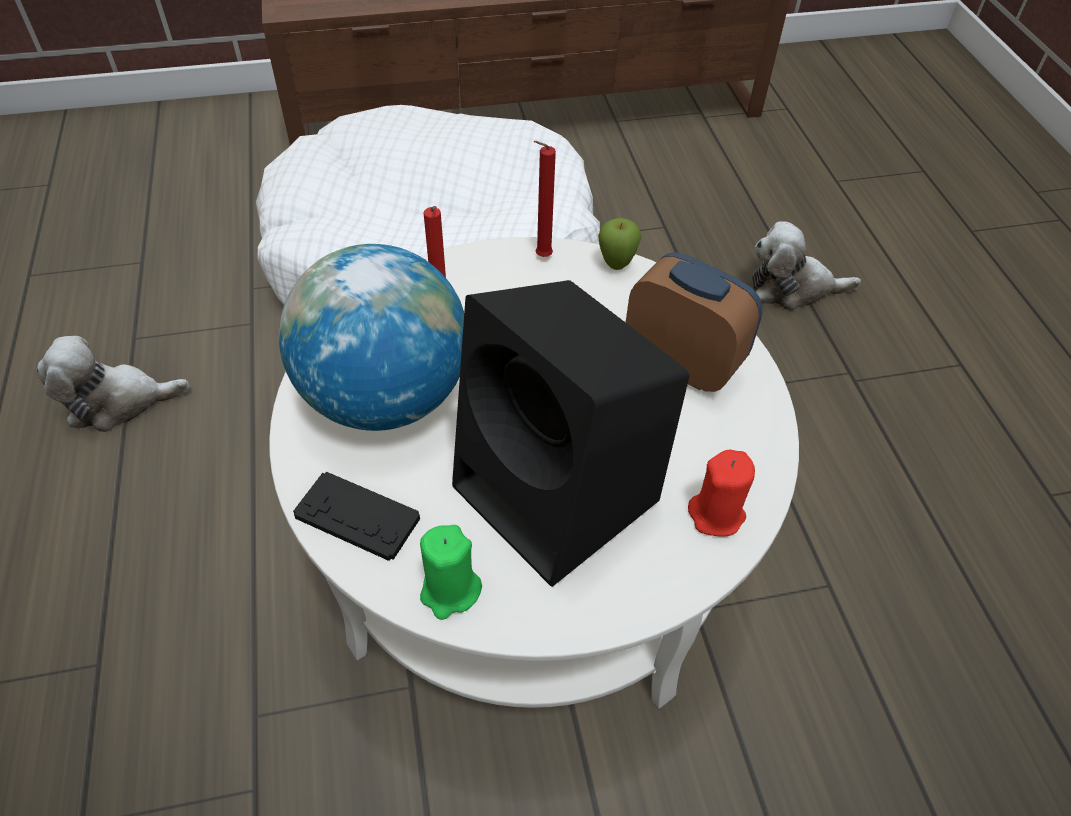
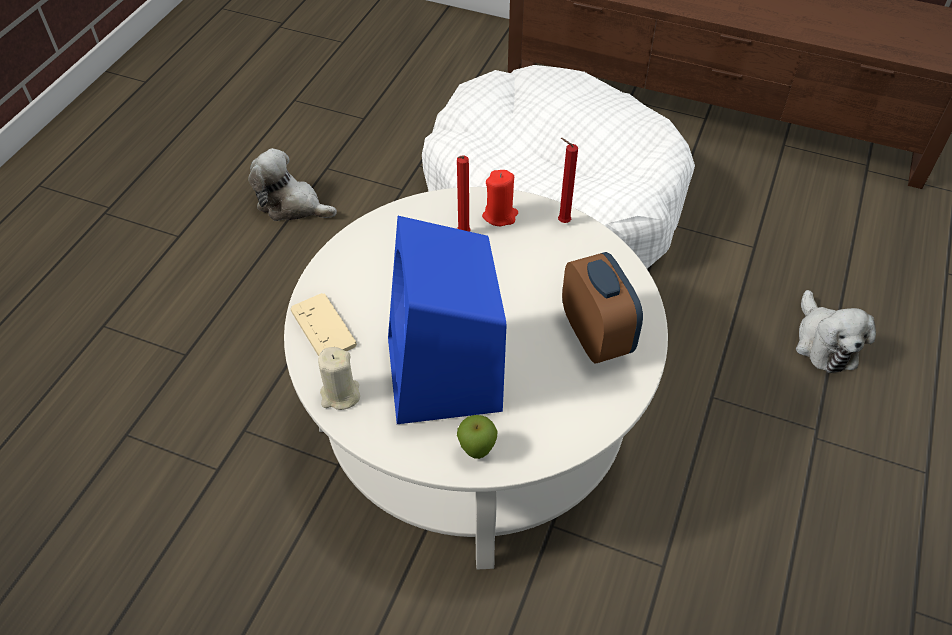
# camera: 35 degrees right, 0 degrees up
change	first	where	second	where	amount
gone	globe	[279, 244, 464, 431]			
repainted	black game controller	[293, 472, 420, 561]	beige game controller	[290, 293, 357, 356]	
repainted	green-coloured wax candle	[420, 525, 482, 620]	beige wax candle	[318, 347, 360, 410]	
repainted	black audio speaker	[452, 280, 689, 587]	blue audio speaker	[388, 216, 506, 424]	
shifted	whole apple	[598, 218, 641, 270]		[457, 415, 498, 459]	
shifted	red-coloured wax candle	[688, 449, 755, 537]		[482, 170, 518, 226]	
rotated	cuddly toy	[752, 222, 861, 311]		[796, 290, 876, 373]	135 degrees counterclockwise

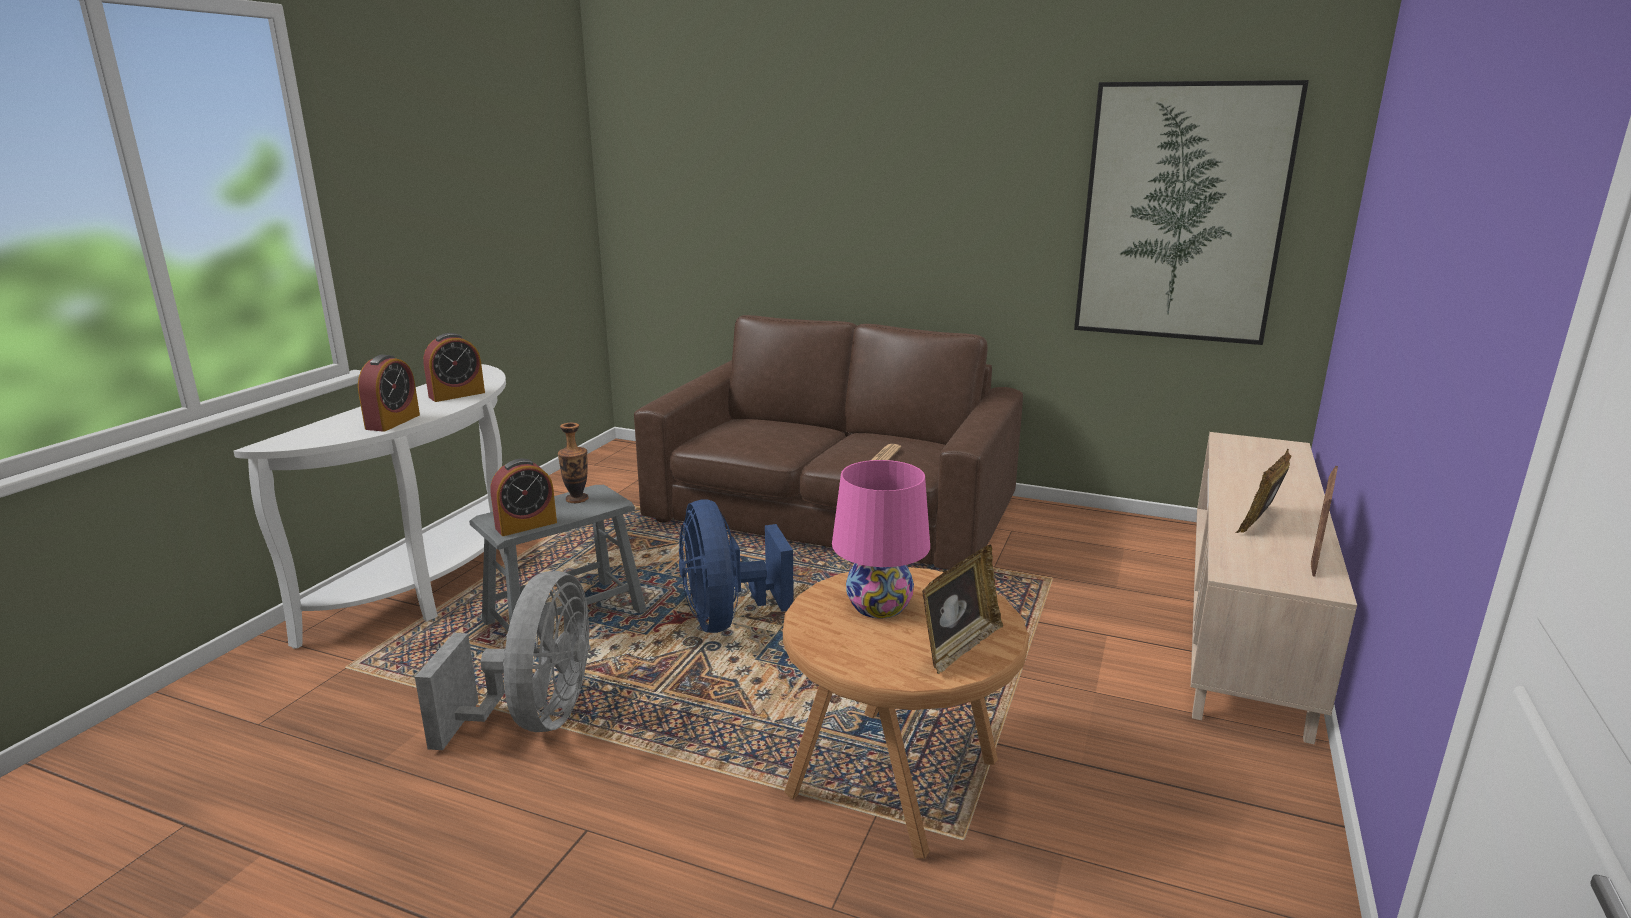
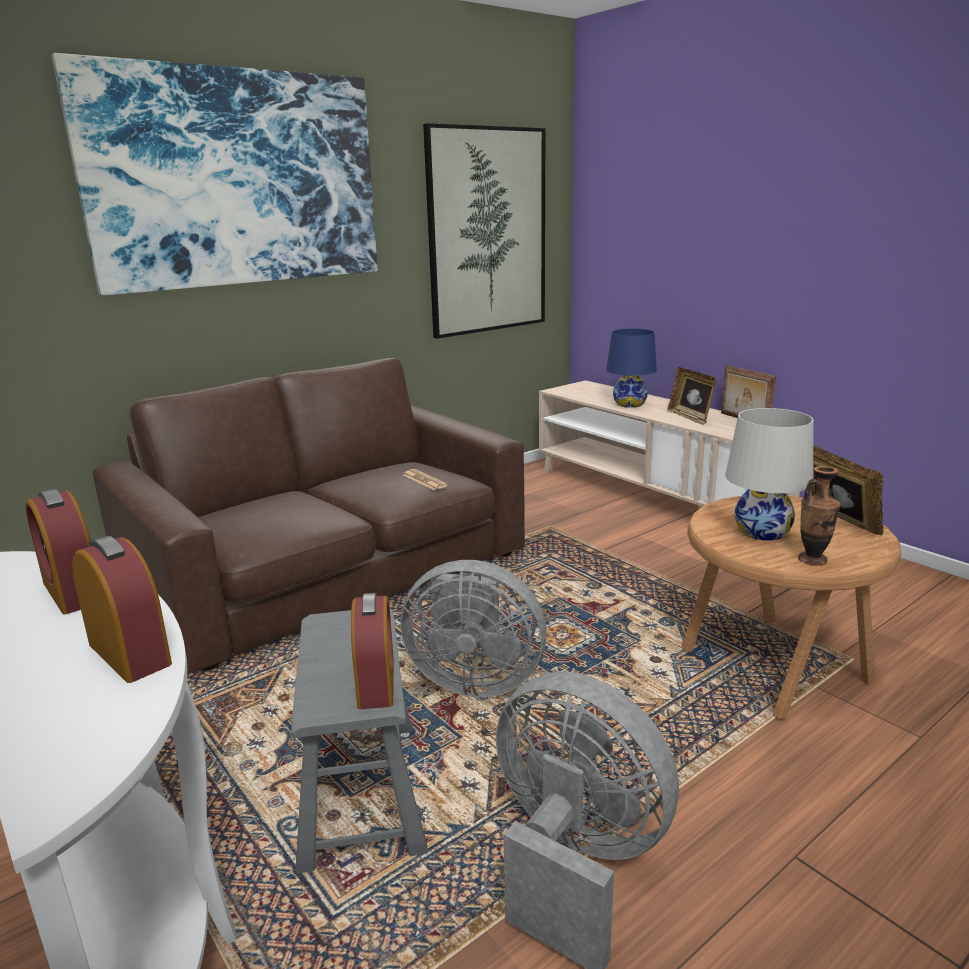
# camera: 60 degrees left, 0 degrees up
change	first	where	second	where	amount
rotated	bedside clock	[423, 333, 485, 402]		[26, 489, 91, 614]	150 degrees clockwise
shifted	vase	[558, 423, 589, 503]		[798, 466, 841, 566]	
repainted	blue cooling fan	[679, 499, 794, 633]	grey cooling fan	[401, 560, 547, 697]	
repainted	pinkish table lamp	[832, 460, 930, 618]	white table lamp	[725, 408, 814, 541]	
new			wall art	[52, 53, 378, 295]	
new			blue table lamp	[606, 329, 657, 408]	

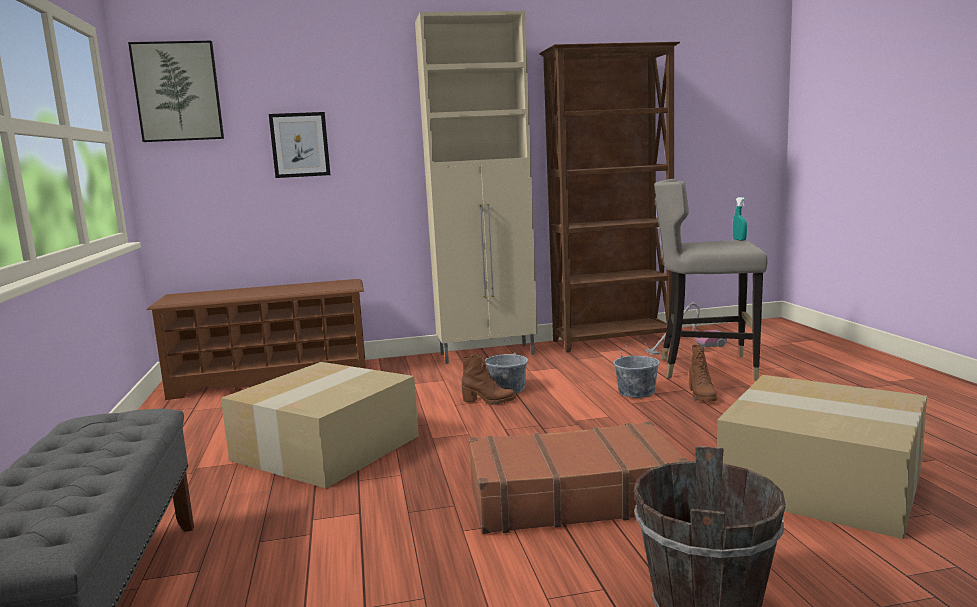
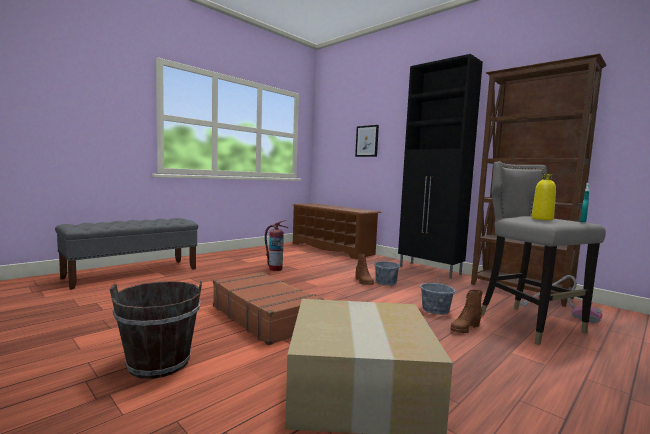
# camera: 55 degrees right, 5 degrees down
change	first	where	second	where	amount
gone	wall art	[128, 41, 224, 142]			
swapped	packing box	[221, 362, 419, 488]	fire extinguisher	[265, 220, 288, 271]	
repainted	beige cupboard	[415, 11, 538, 364]	black cupboard	[398, 54, 483, 279]	
new			yellowish drink bottle	[531, 174, 556, 220]	

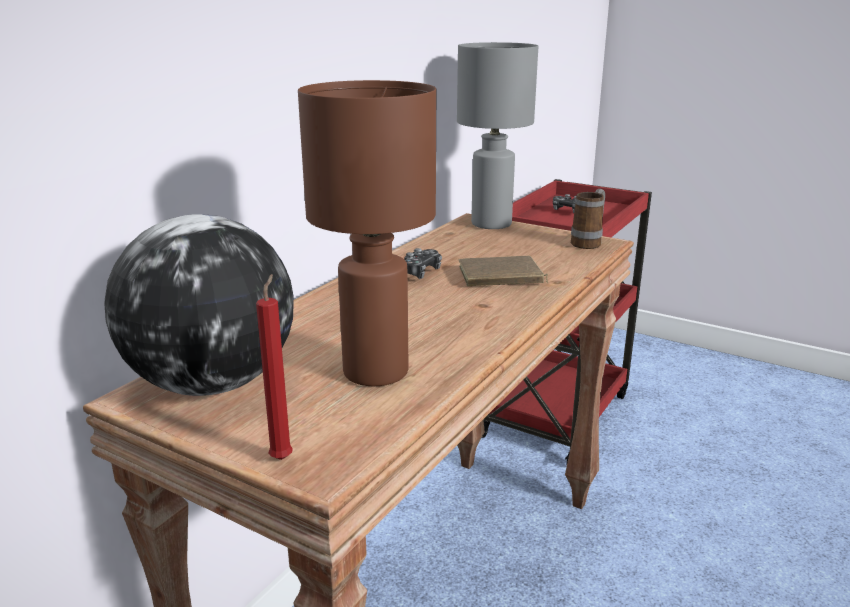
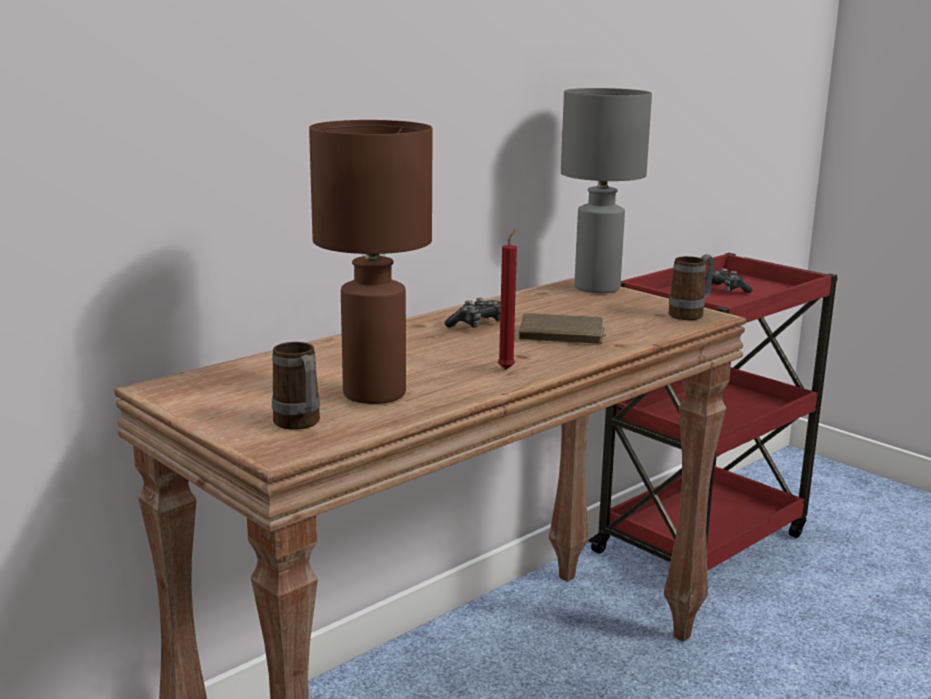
# camera: 15 degrees right, 5 degrees down
change	first	where	second	where	amount
gone	globe	[104, 214, 294, 396]			
shifted	red-coloured wax candle	[256, 274, 293, 460]		[497, 229, 517, 370]	
new			mug	[272, 342, 320, 430]	

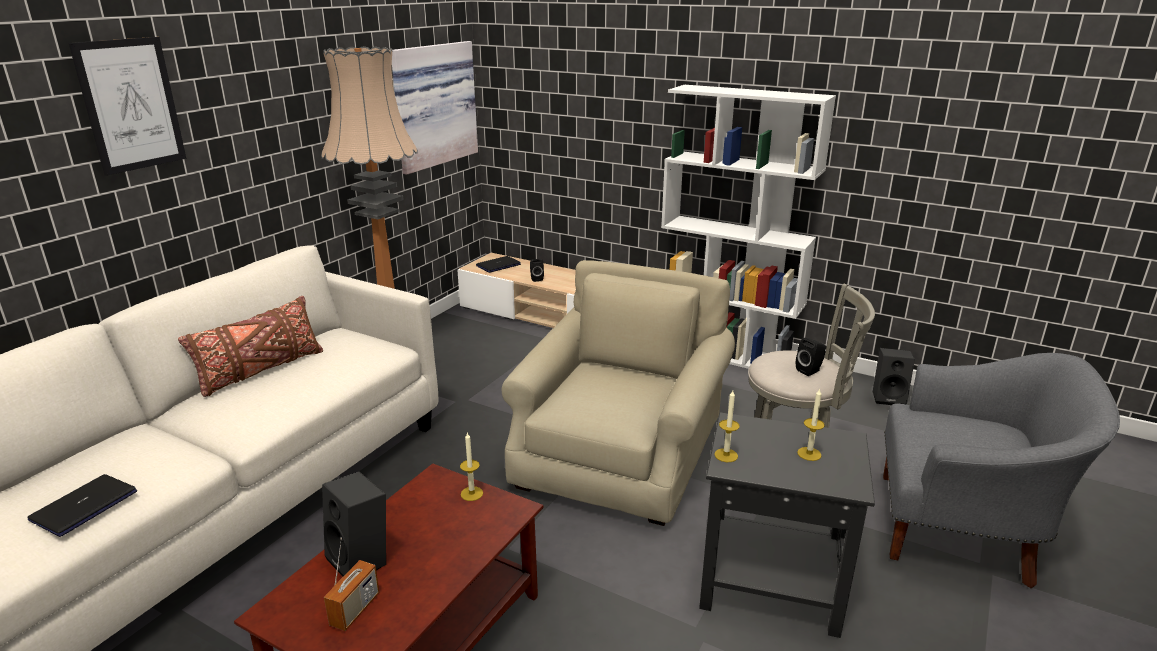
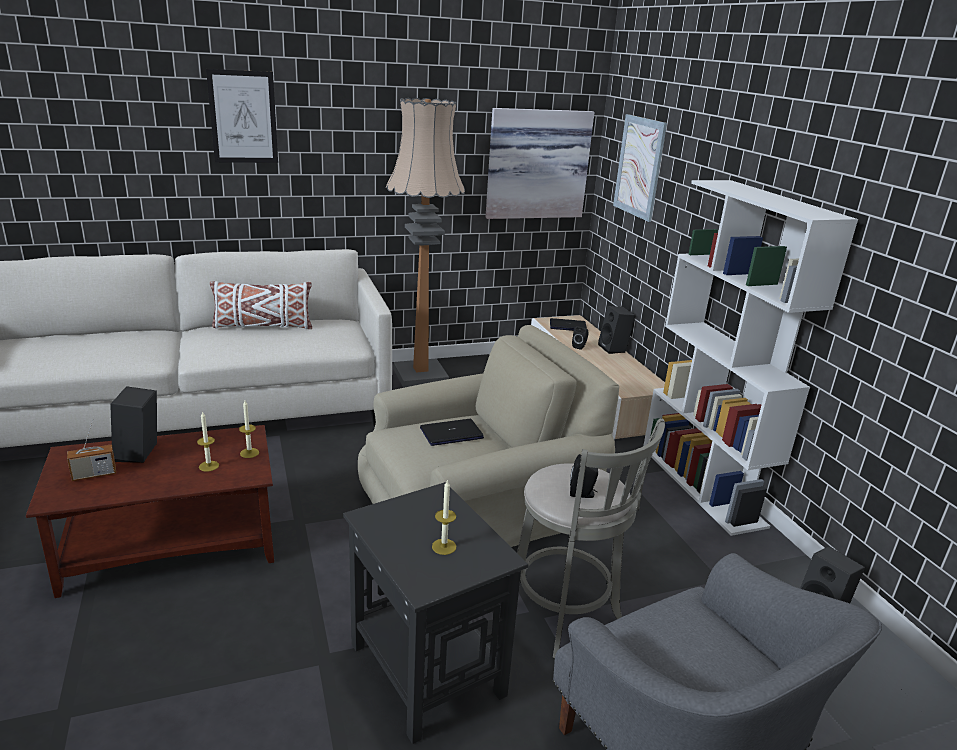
# camera: 40 degrees right, 0 degrees up
change	first	where	second	where	amount
shifted	laptop	[28, 474, 137, 537]		[420, 419, 484, 446]	
repainted	brown pillow	[178, 296, 323, 397]	white pillow	[210, 281, 312, 329]	
shifted	wax candle	[714, 390, 740, 462]		[197, 411, 219, 472]	
new			black audio speaker	[598, 306, 636, 354]	
new			wall art	[613, 114, 667, 222]	

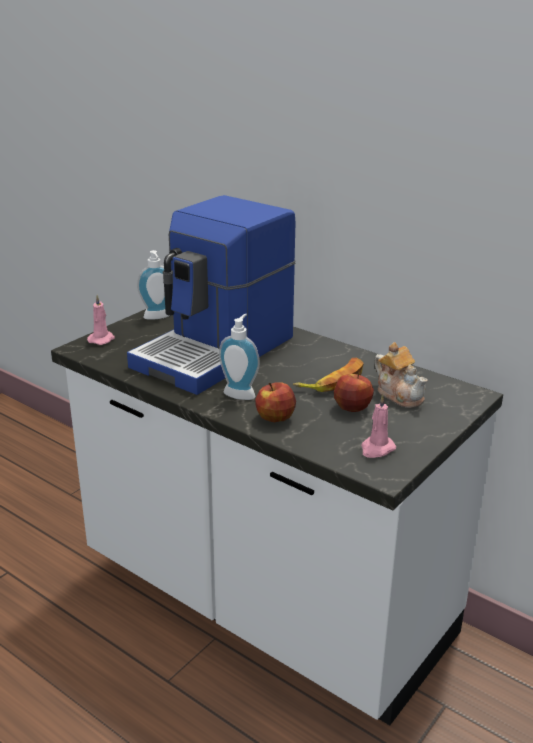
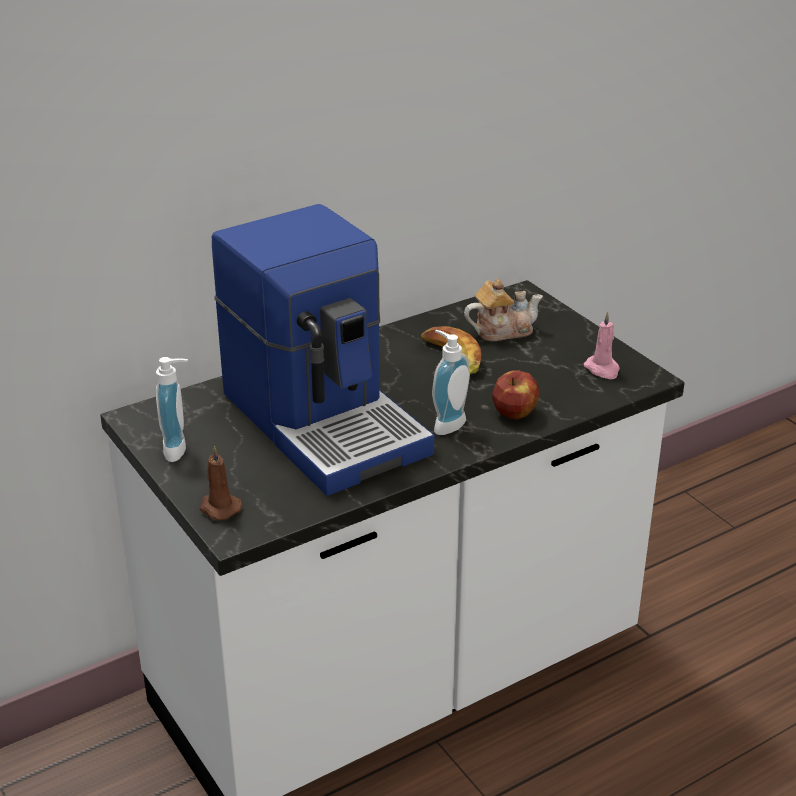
# camera: 70 degrees left, 5 degrees up
change	first	where	second	where	amount
repainted	pinkish wax candle	[87, 295, 115, 345]	brown wax candle	[200, 446, 242, 520]	
gone	whole apple	[334, 372, 374, 412]			

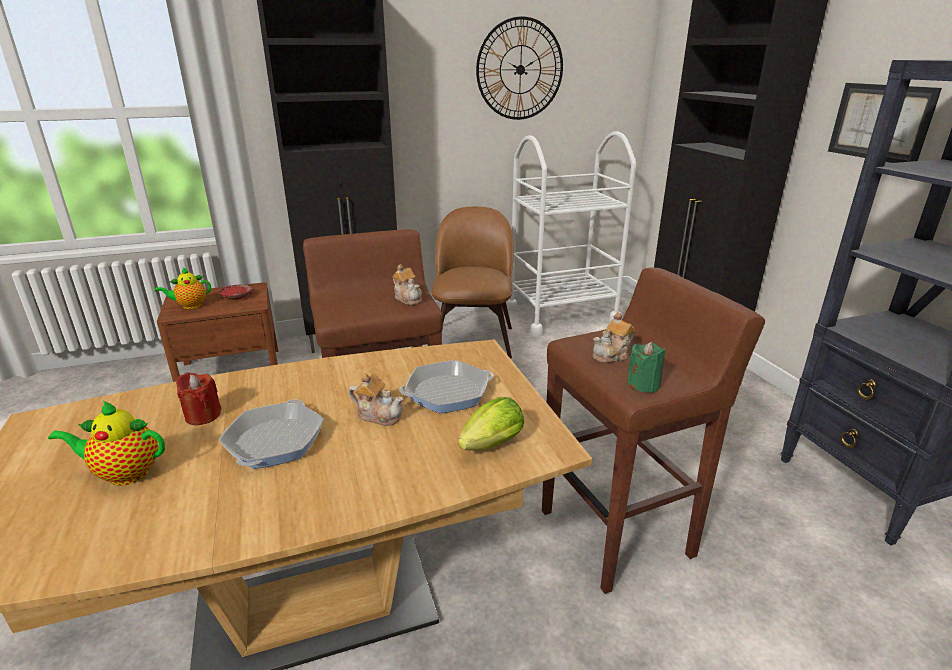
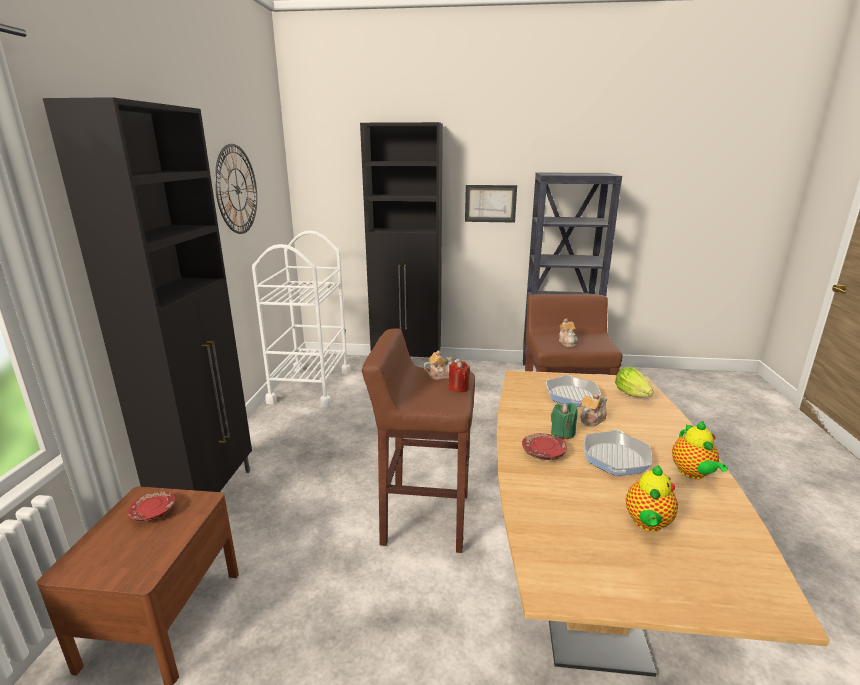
# camera: 65 degrees left, 5 degrees down
change	first	where	second	where	amount
shifted	tea pot	[154, 267, 211, 309]		[672, 421, 728, 479]	
shifted	red-coloured wax candle	[176, 372, 221, 425]		[448, 361, 470, 393]	
rotated	pan	[218, 399, 324, 469]		[583, 430, 652, 476]	75 degrees clockwise
gone	brown upright chair	[431, 206, 514, 359]			
shifted	green-coloured wax candle	[627, 342, 666, 393]		[551, 403, 578, 440]	
new			red-coloured dinner plate	[522, 433, 567, 460]	

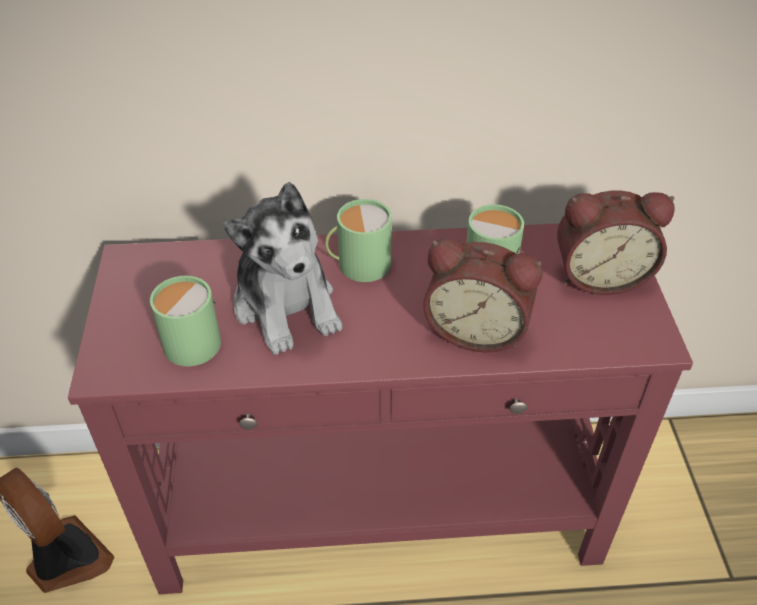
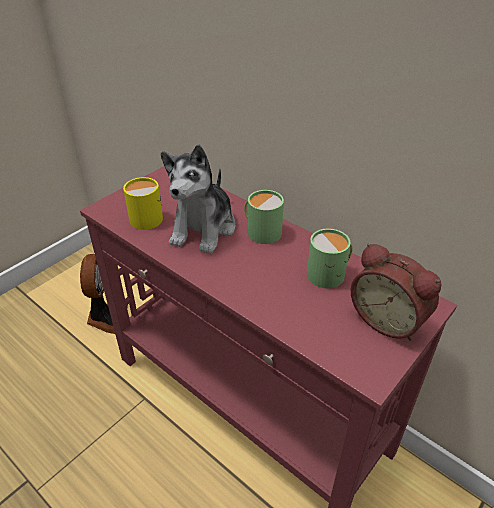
# camera: 45 degrees right, 5 degrees down
change	first	where	second	where	amount
repainted	green-coloured mug	[150, 276, 221, 366]	yellowish mug	[123, 177, 163, 230]	
gone	bedside clock	[423, 238, 543, 353]			

